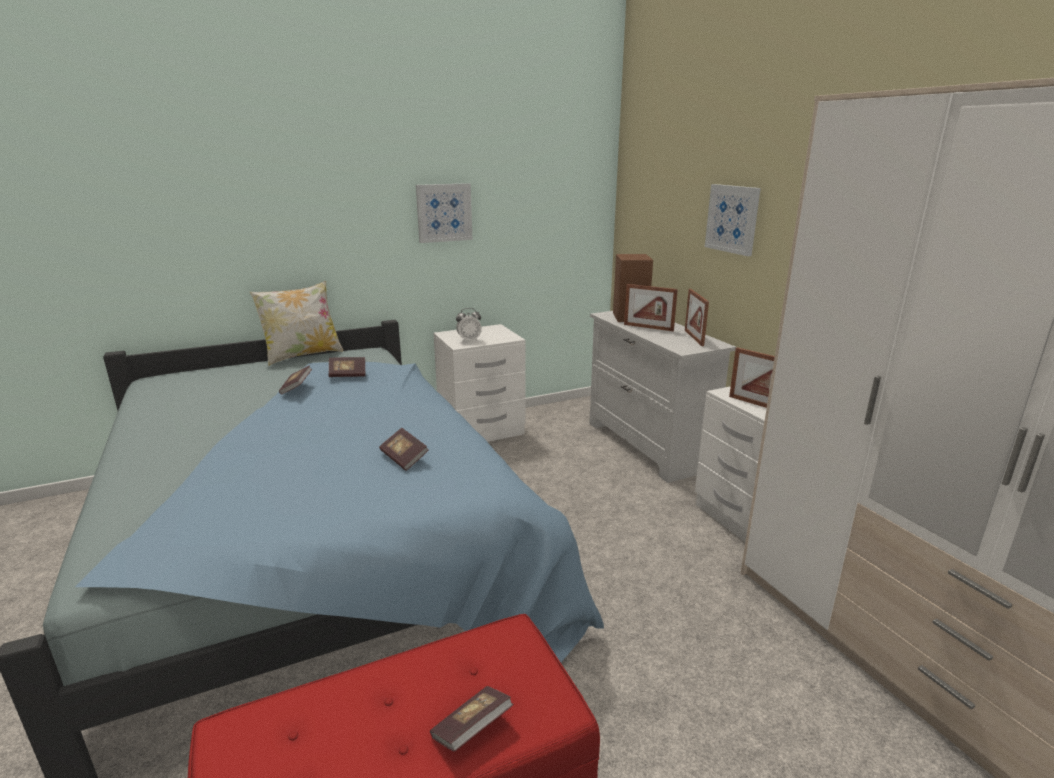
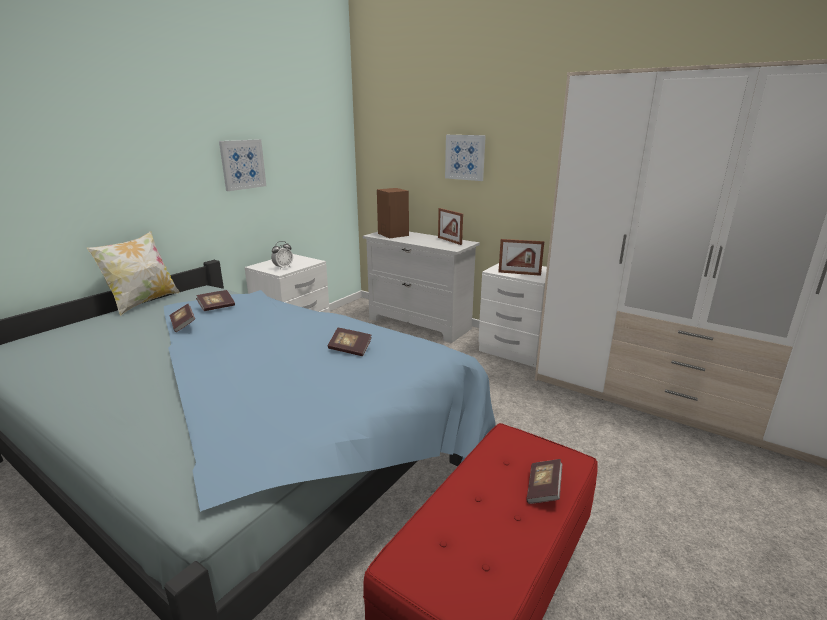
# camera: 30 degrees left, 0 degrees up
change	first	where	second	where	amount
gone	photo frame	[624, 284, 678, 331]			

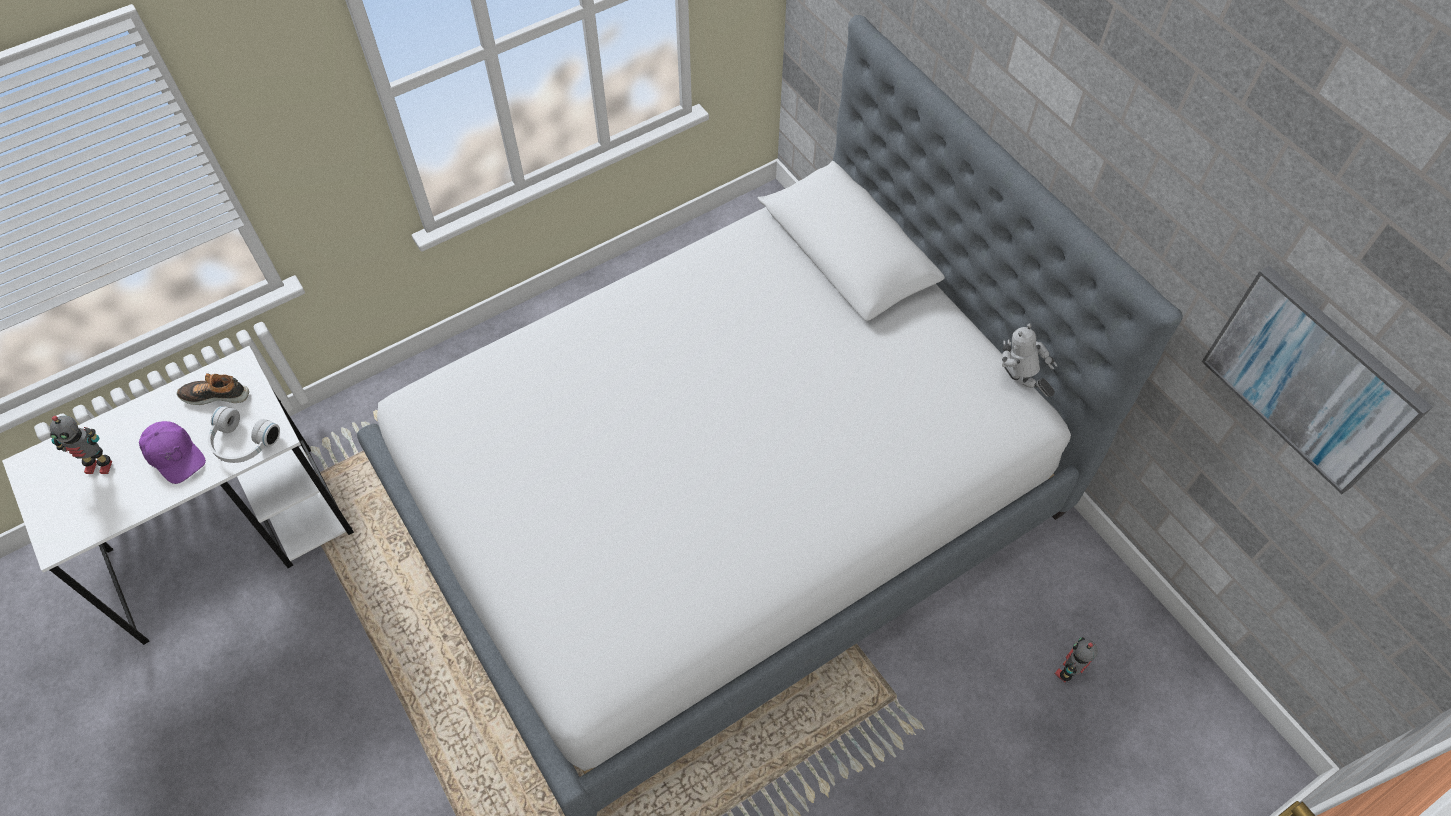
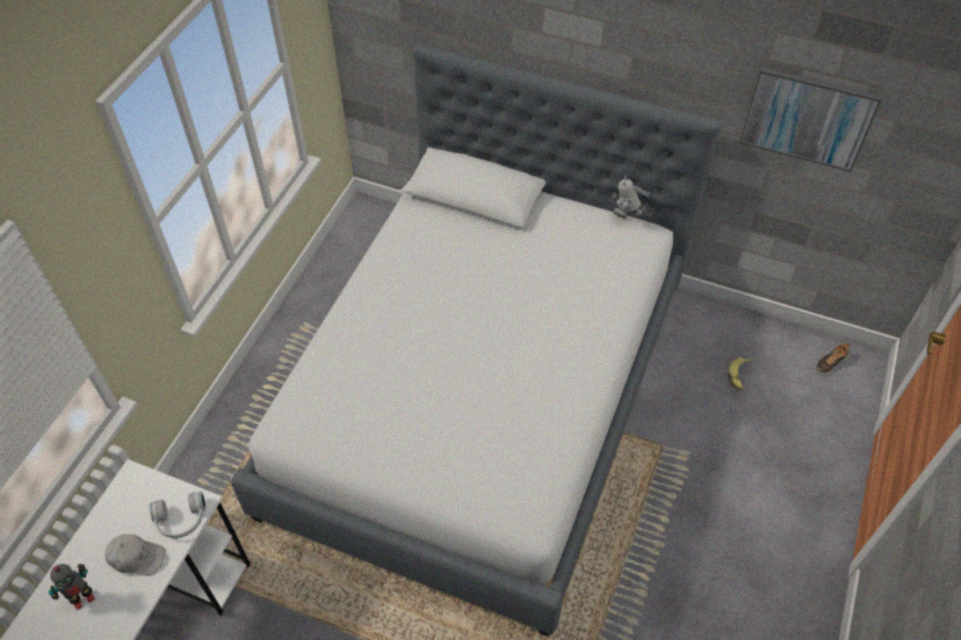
# camera: 35 degrees left, 5 degrees down
change	first	where	second	where	amount
repainted	purple-coloured cap	[139, 421, 206, 484]	white cap	[105, 534, 166, 576]	
shifted	item of footwear	[177, 373, 249, 405]		[817, 343, 850, 374]	
swapped	toy robot	[1054, 637, 1098, 682]	banana fruit	[728, 357, 751, 390]	

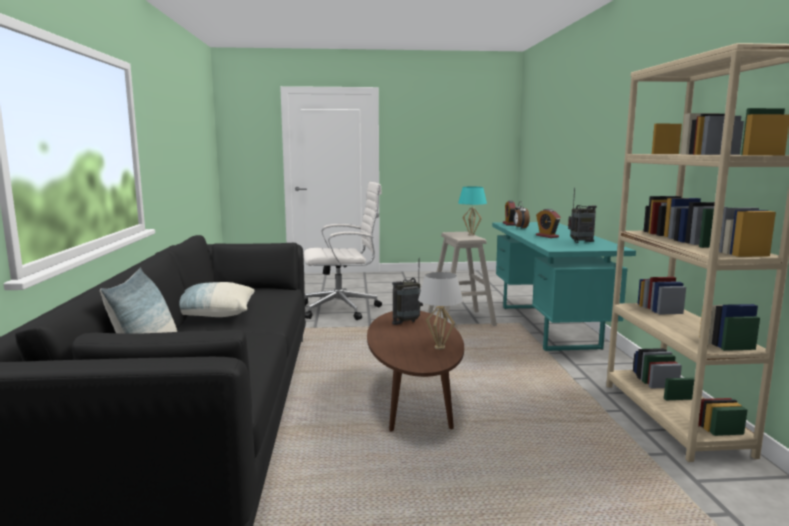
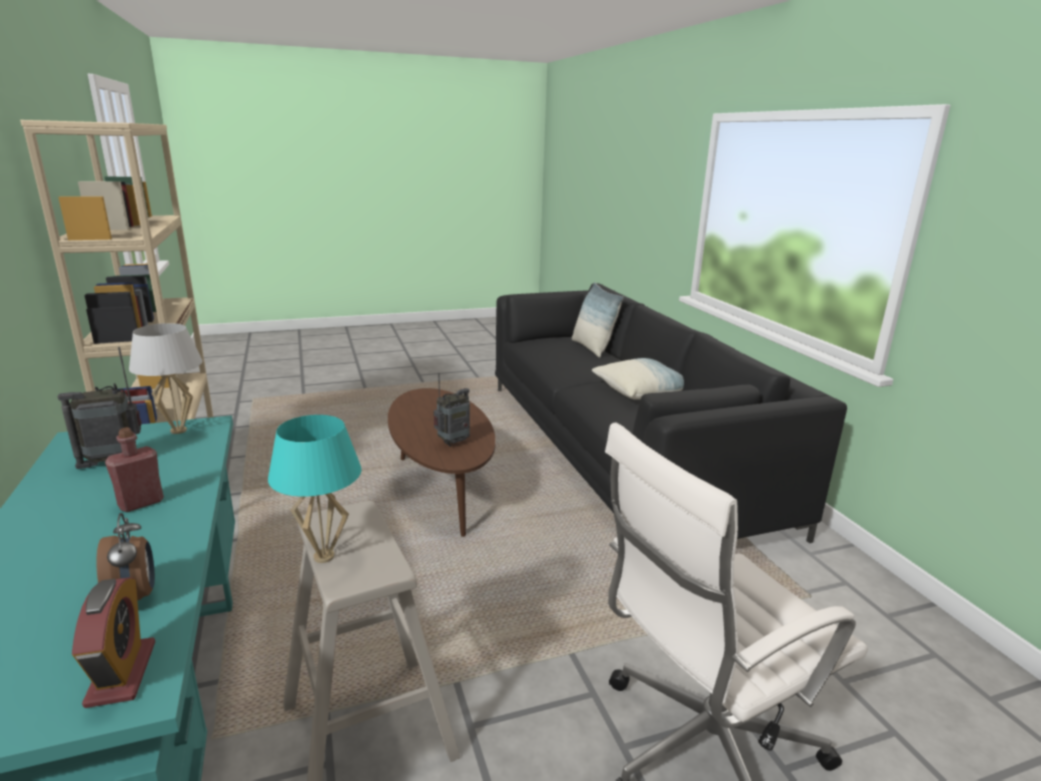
# camera: 165 degrees right, 10 degrees up
change	first	where	second	where	amount
shifted	white table lamp	[418, 272, 463, 349]		[129, 323, 202, 434]	
swapped	bedside clock	[536, 209, 561, 238]	red-coloured drink bottle	[105, 427, 164, 512]	

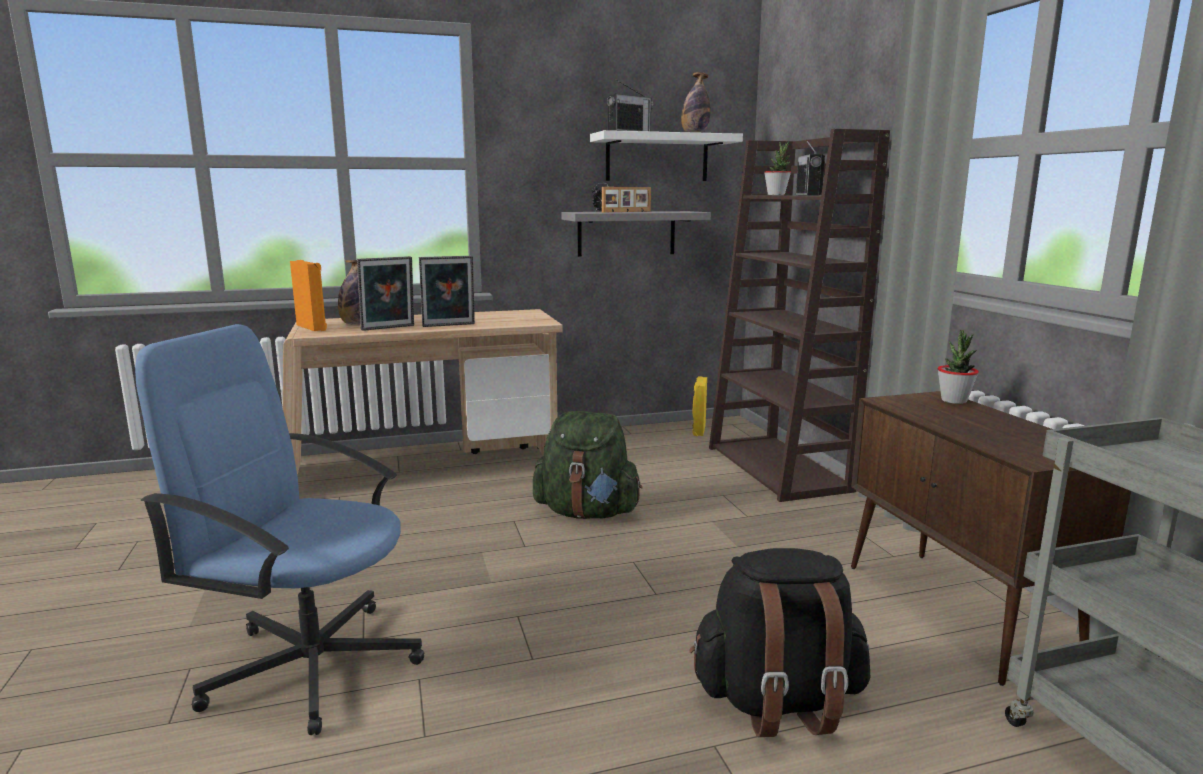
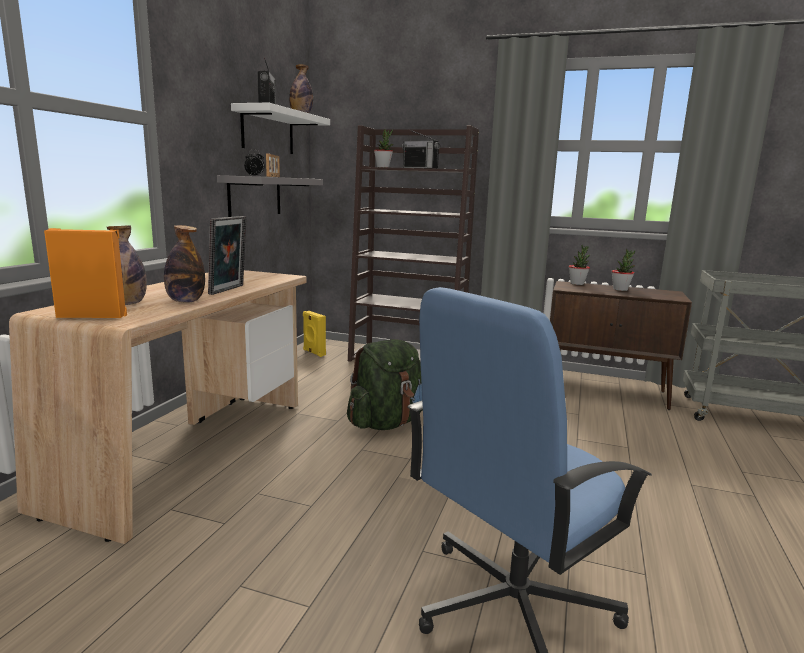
# camera: 55 degrees left, 0 degrees up
change	first	where	second	where	amount
swapped	photo frame	[357, 256, 414, 331]	drink bottle	[164, 225, 205, 302]	
gone	black backpack	[689, 548, 871, 737]			
new			houseplant	[612, 249, 635, 291]	

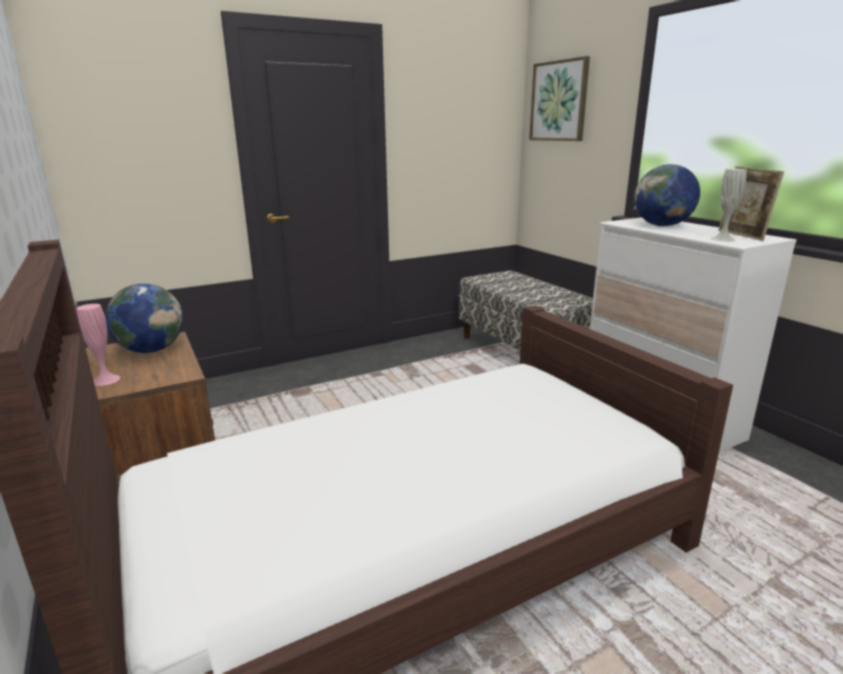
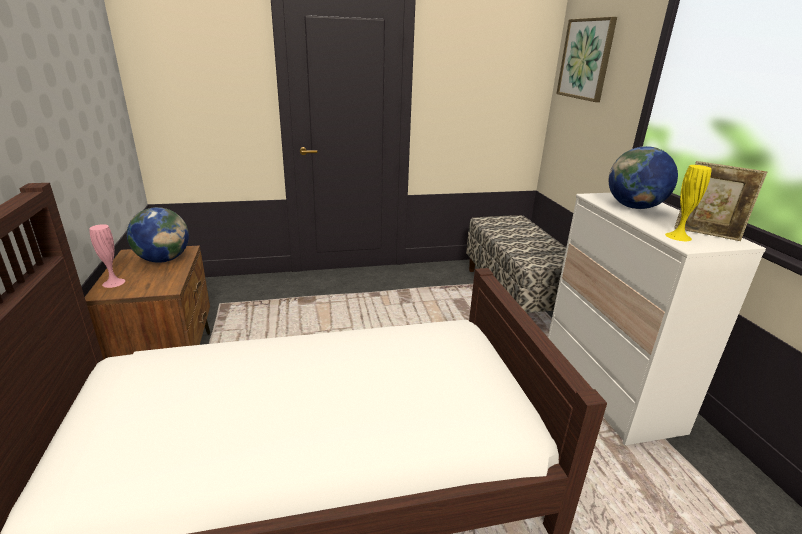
# camera: 15 degrees right, 5 degrees up
change	first	where	second	where	amount
repainted	white vase	[710, 169, 747, 242]	yellowish vase	[665, 165, 712, 241]	
rotated	photo frame	[718, 166, 784, 241]		[674, 161, 768, 241]	60 degrees counterclockwise

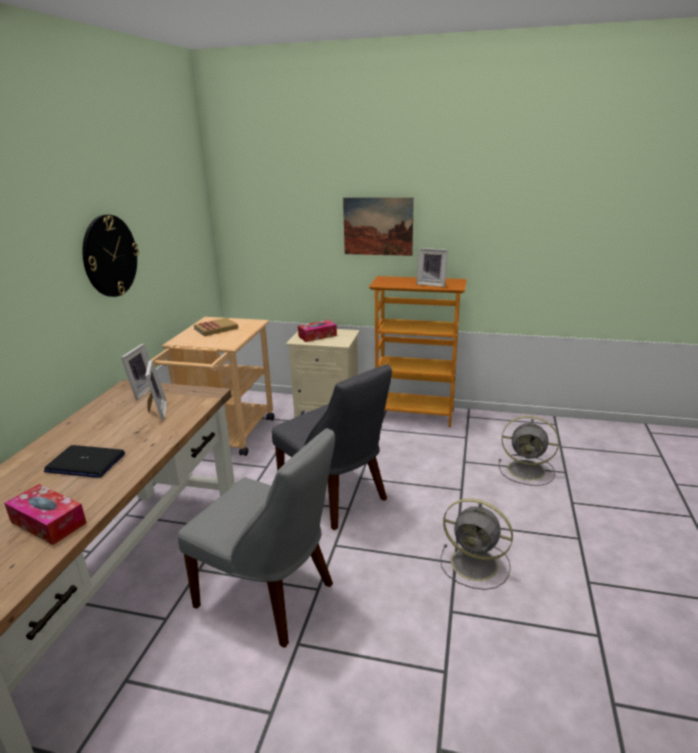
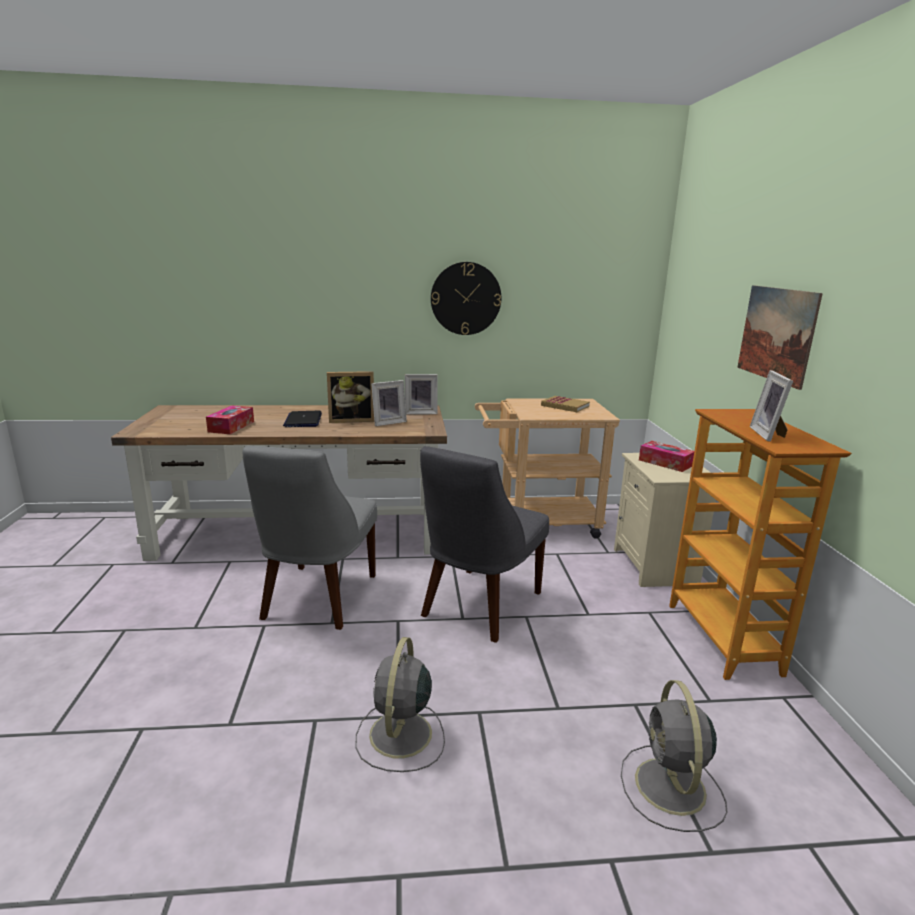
# camera: 70 degrees right, 5 degrees down
change	first	where	second	where	amount
new			photo frame	[327, 371, 375, 423]	

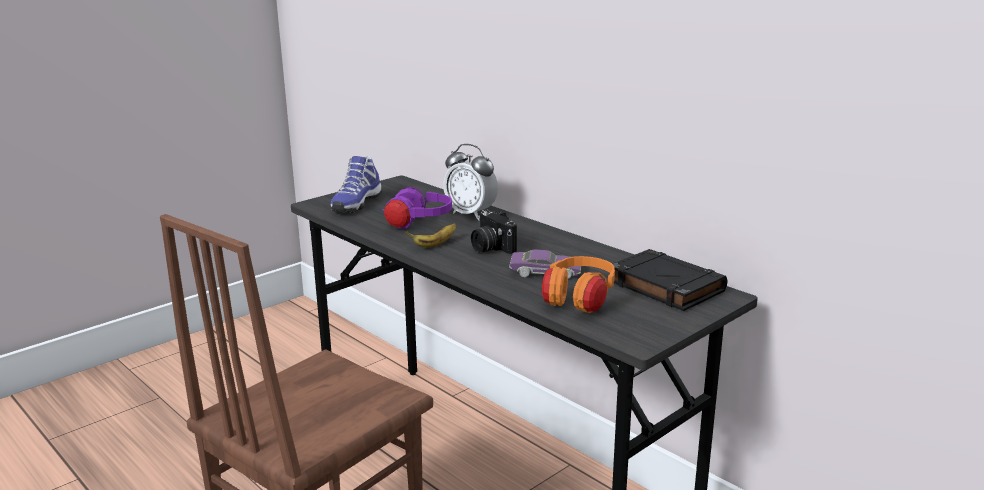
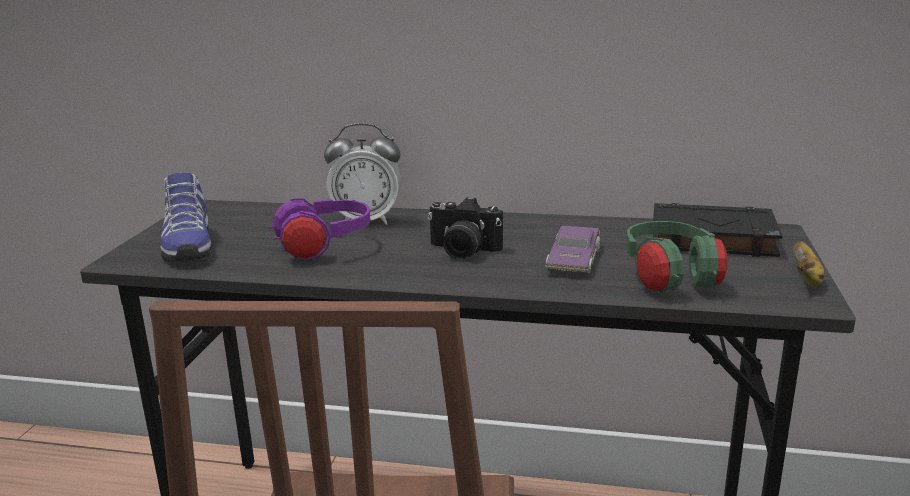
# camera: 35 degrees left, 0 degrees up
change	first	where	second	where	amount
shifted	banana fruit	[405, 223, 456, 248]		[793, 241, 824, 286]	
rotated	purple-coloured model car	[509, 250, 581, 279]		[546, 226, 600, 273]	135 degrees clockwise
repainted	orangey headphones	[542, 256, 615, 313]	green-coloured headphones	[626, 221, 728, 293]	

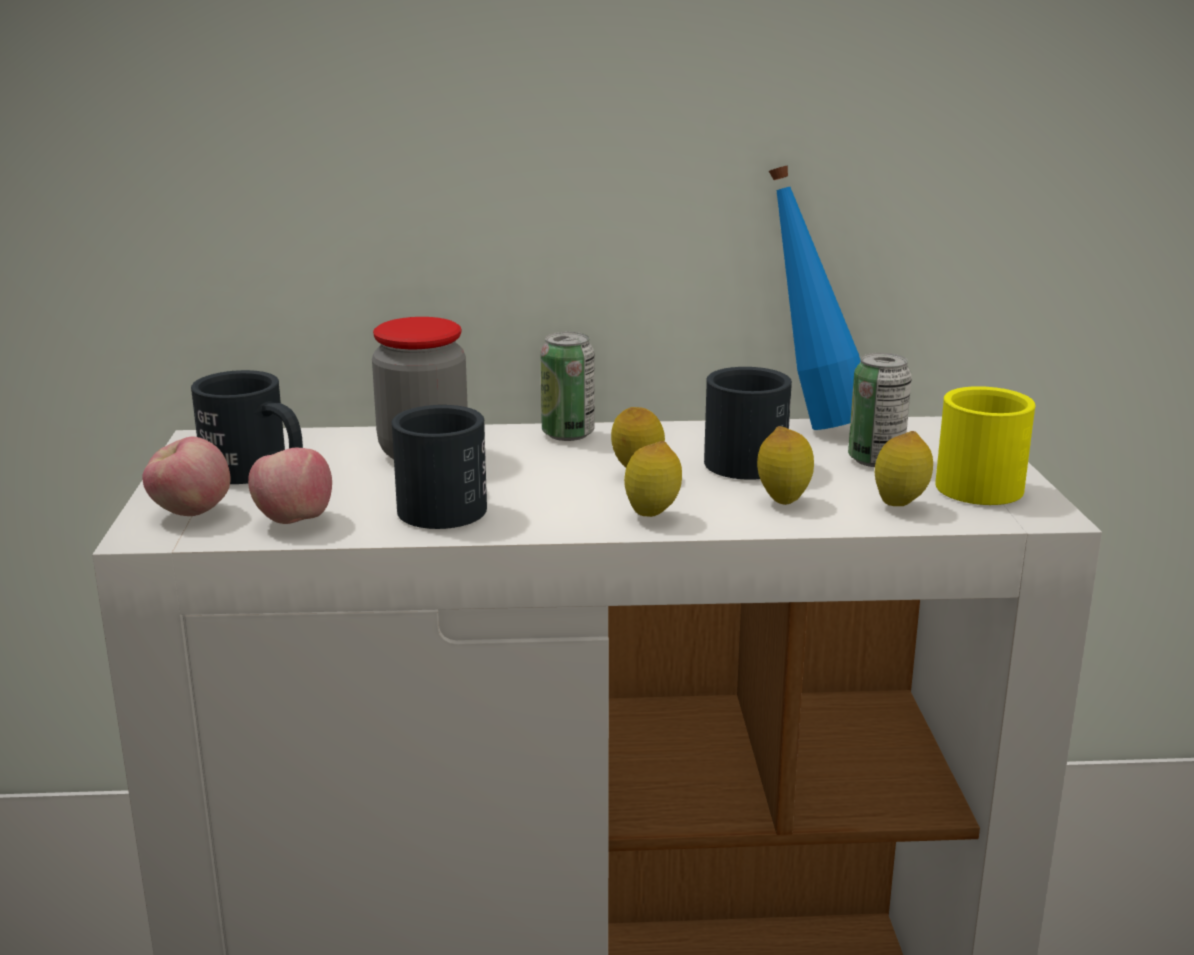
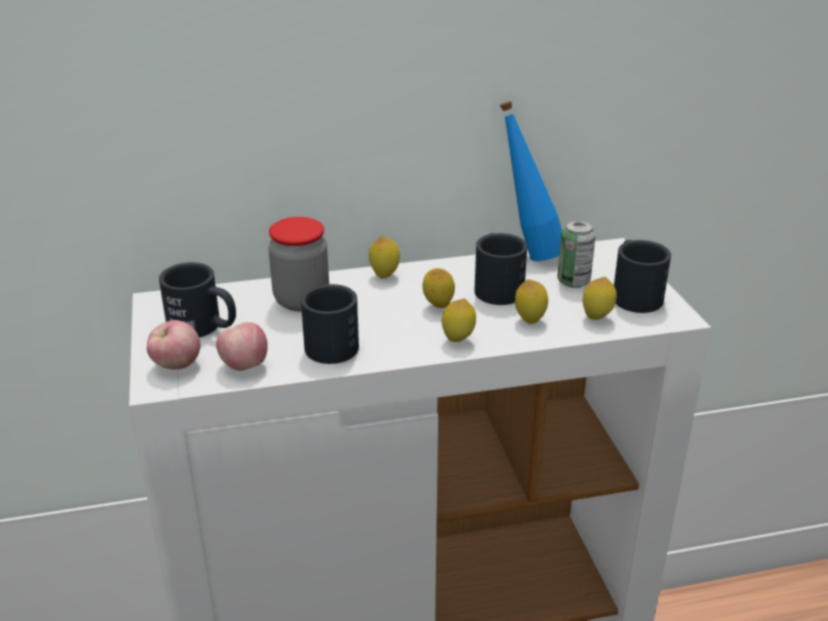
# camera: 10 degrees left, 10 degrees up
change	first	where	second	where	amount
swapped	metal can	[540, 332, 594, 441]	lemon	[369, 236, 400, 278]	
repainted	yellowish mug	[935, 386, 1036, 505]	black mug	[614, 240, 671, 313]	

